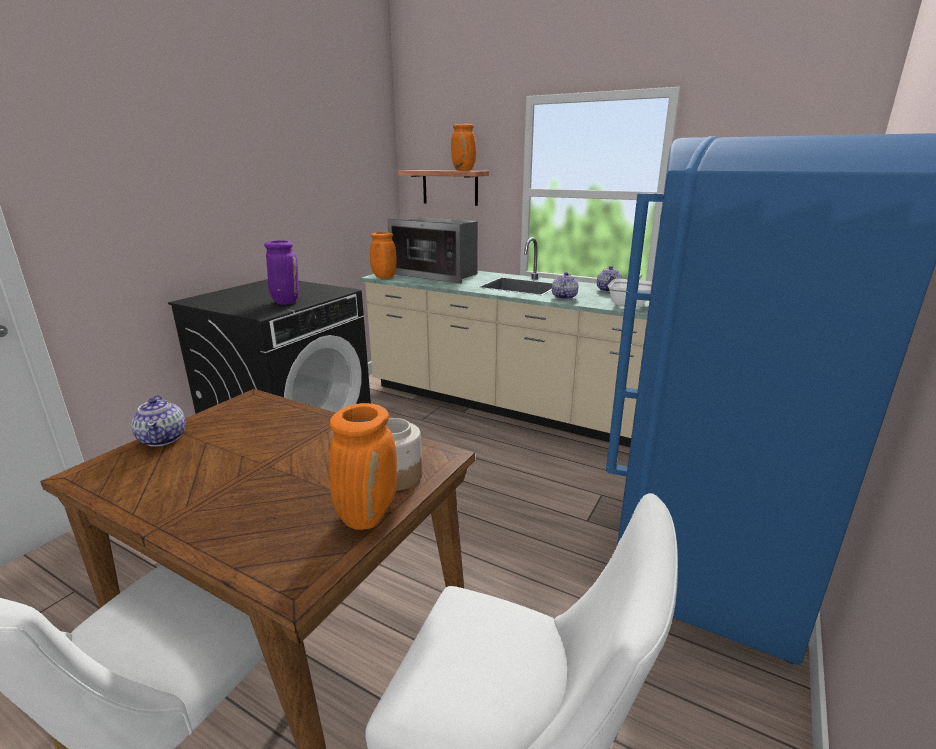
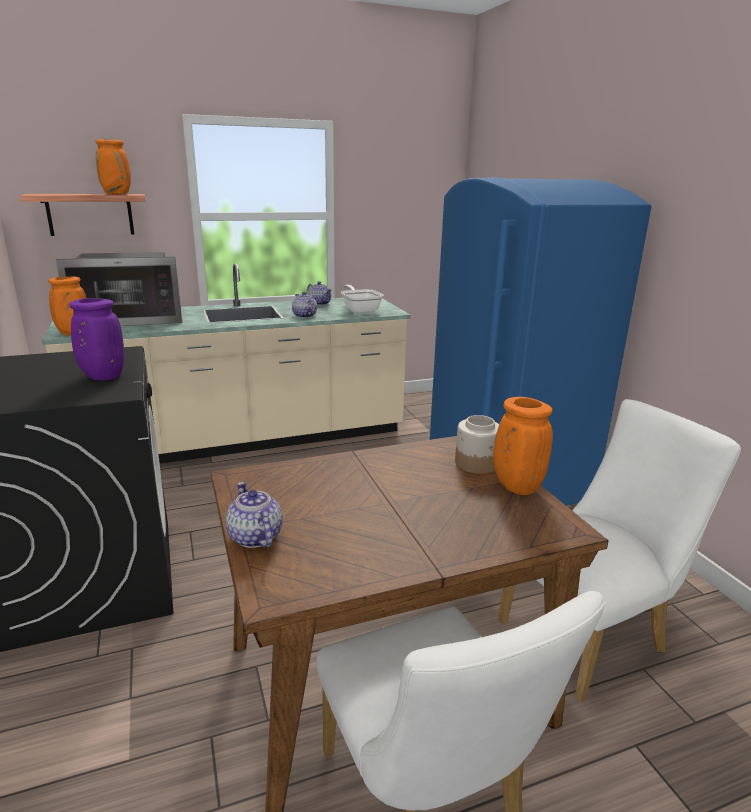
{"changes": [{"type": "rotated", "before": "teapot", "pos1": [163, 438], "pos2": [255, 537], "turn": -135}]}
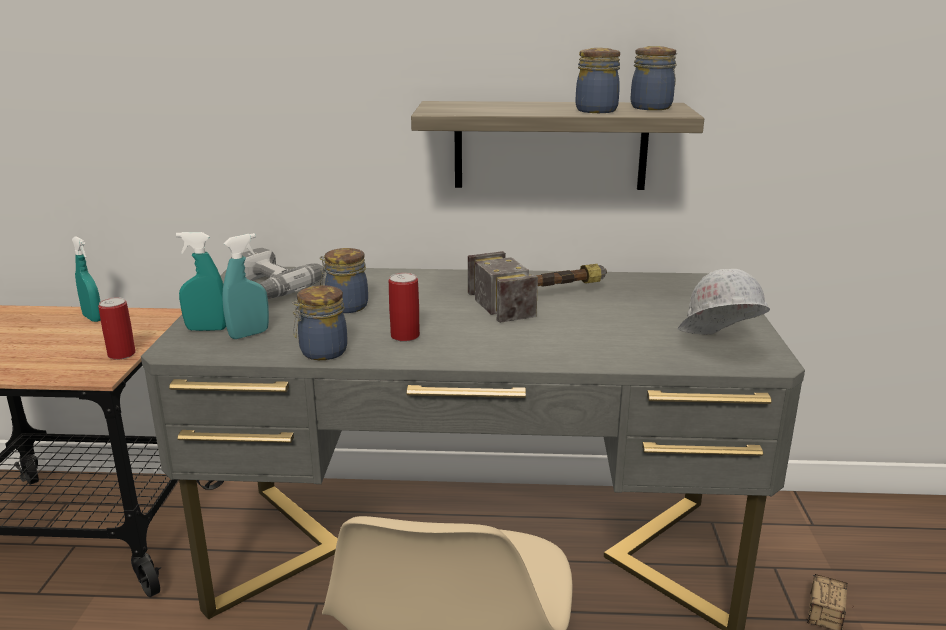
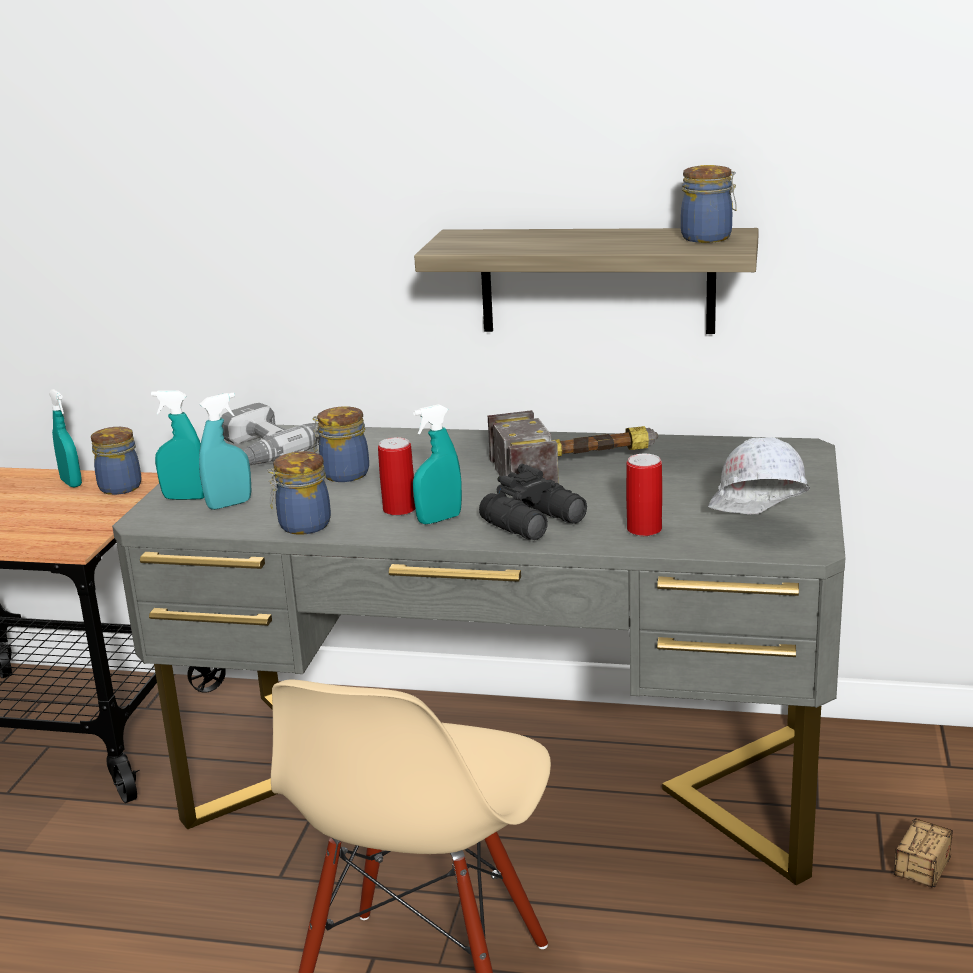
{"changes": [{"type": "new", "after": "blue-green spray bottle", "pos2": [439, 519]}, {"type": "new", "after": "blackish binoculars", "pos2": [536, 522]}, {"type": "shifted", "before": "can", "pos1": [121, 354], "pos2": [644, 529]}, {"type": "shifted", "before": "storage jar", "pos1": [595, 110], "pos2": [120, 486]}]}
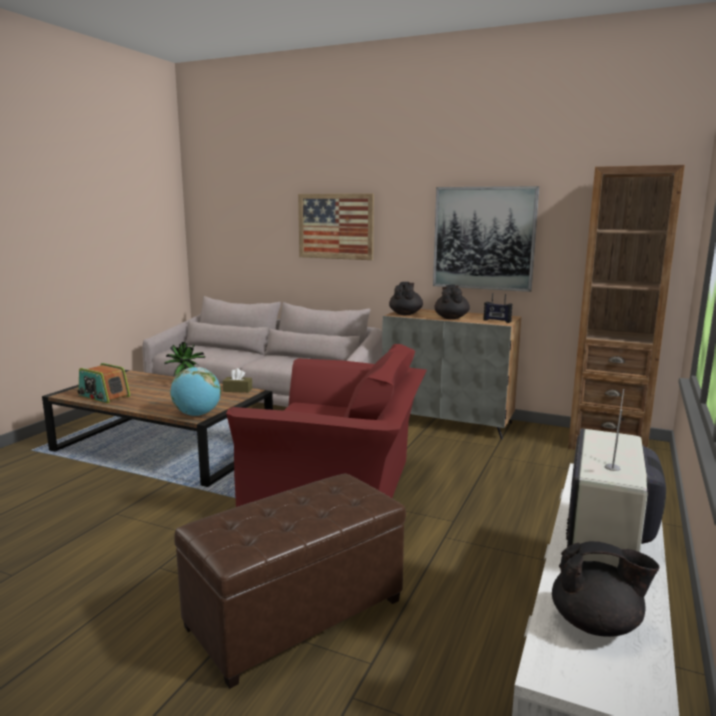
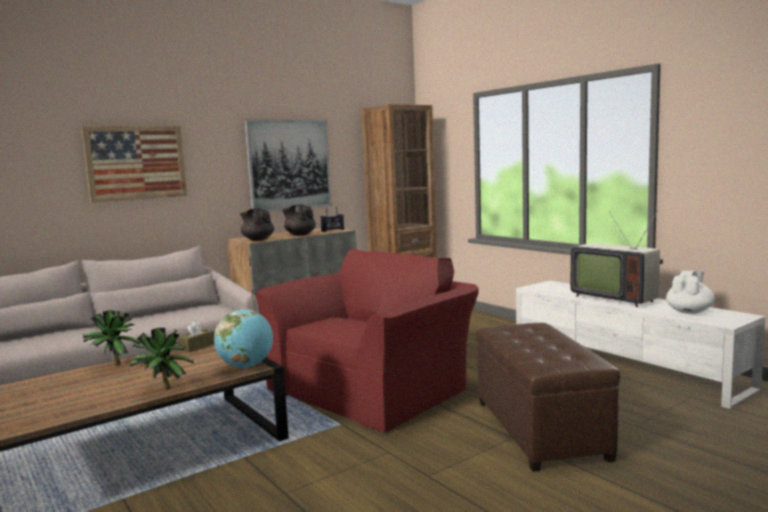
{"changes": [{"type": "gone", "before": "radio", "pos1": [104, 396]}, {"type": "new", "after": "plant in a pot", "pos2": [162, 390]}, {"type": "repainted", "before": "blackish teapot", "after": "whitish teapot", "pos1": [596, 624], "pos2": [689, 312]}]}
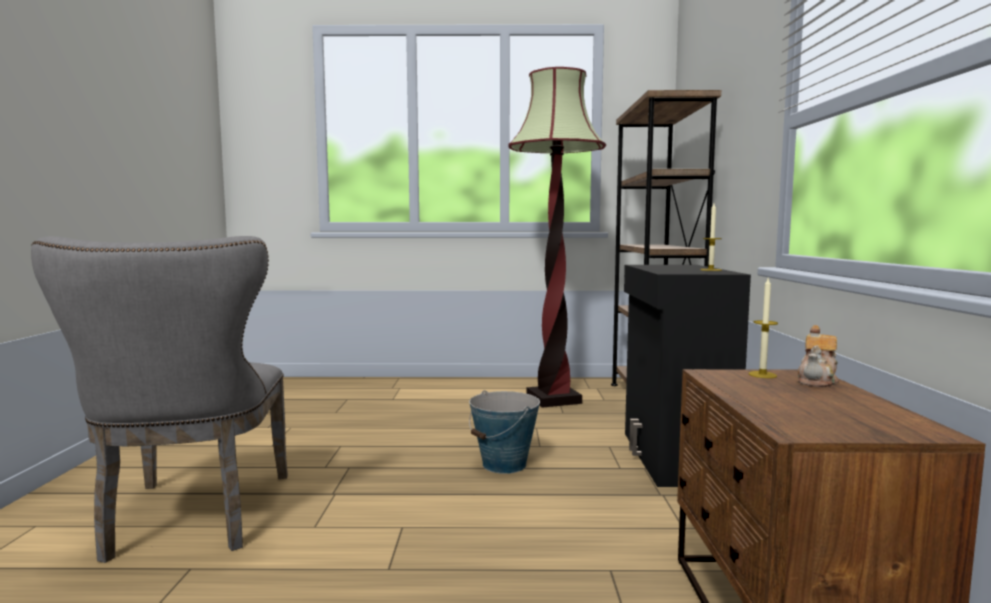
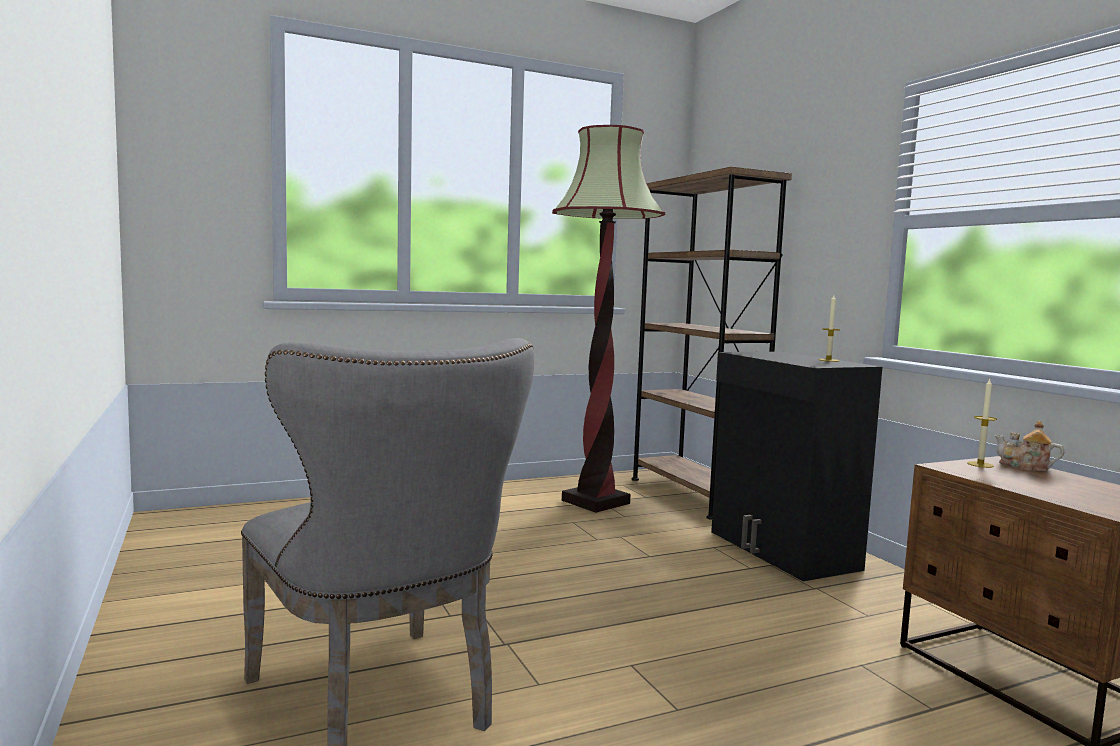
{"changes": [{"type": "gone", "before": "pail", "pos1": [504, 464]}, {"type": "rotated", "before": "teapot", "pos1": [817, 381], "pos2": [1025, 467], "turn": 120}]}
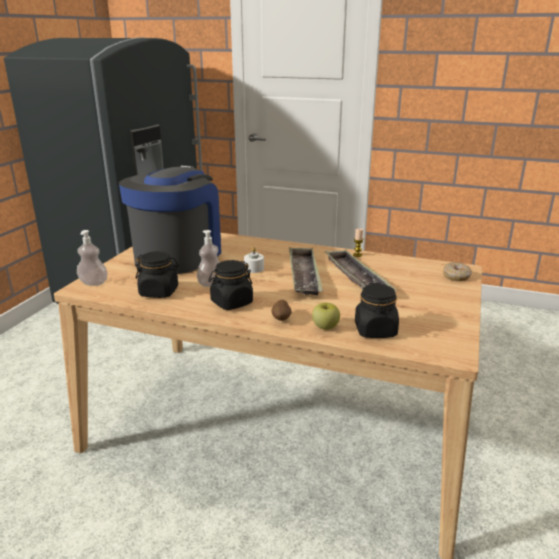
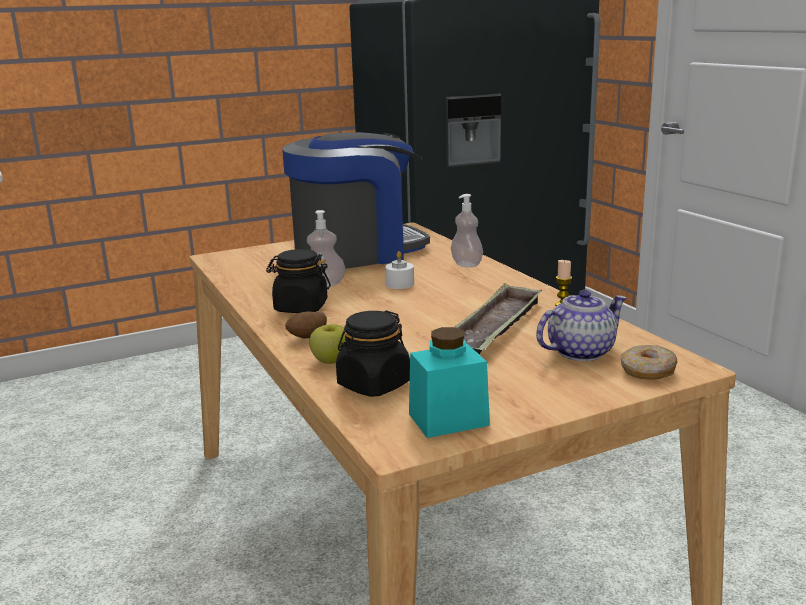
{"changes": [{"type": "gone", "before": "blackish storage jar", "pos1": [159, 292]}, {"type": "gone", "before": "serving tray", "pos1": [304, 275]}, {"type": "new", "after": "blue-green storage jar", "pos2": [448, 419]}, {"type": "new", "after": "teapot", "pos2": [580, 352]}, {"type": "shifted", "before": "soap dispenser", "pos1": [93, 283], "pos2": [466, 264]}]}
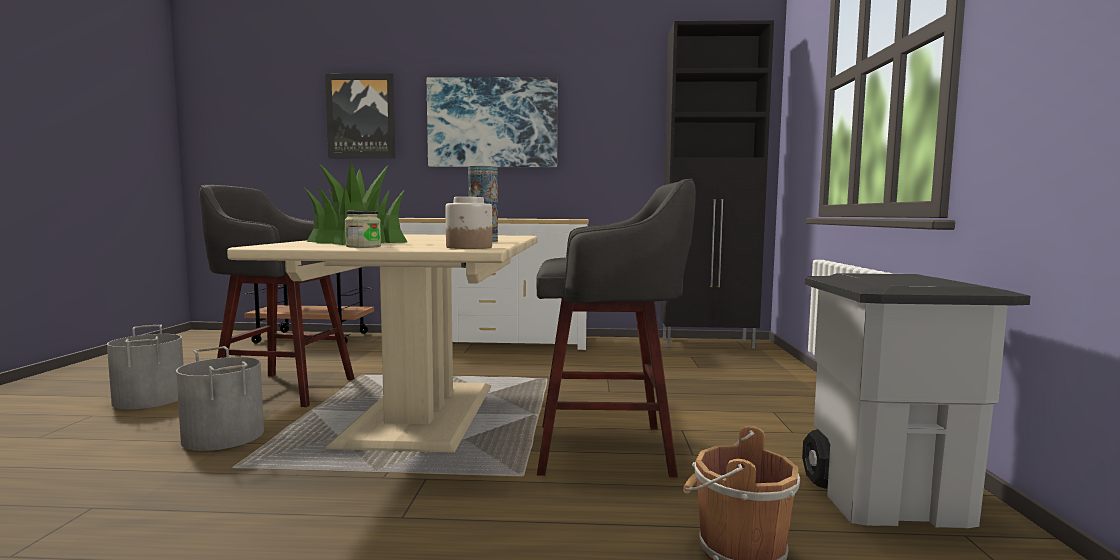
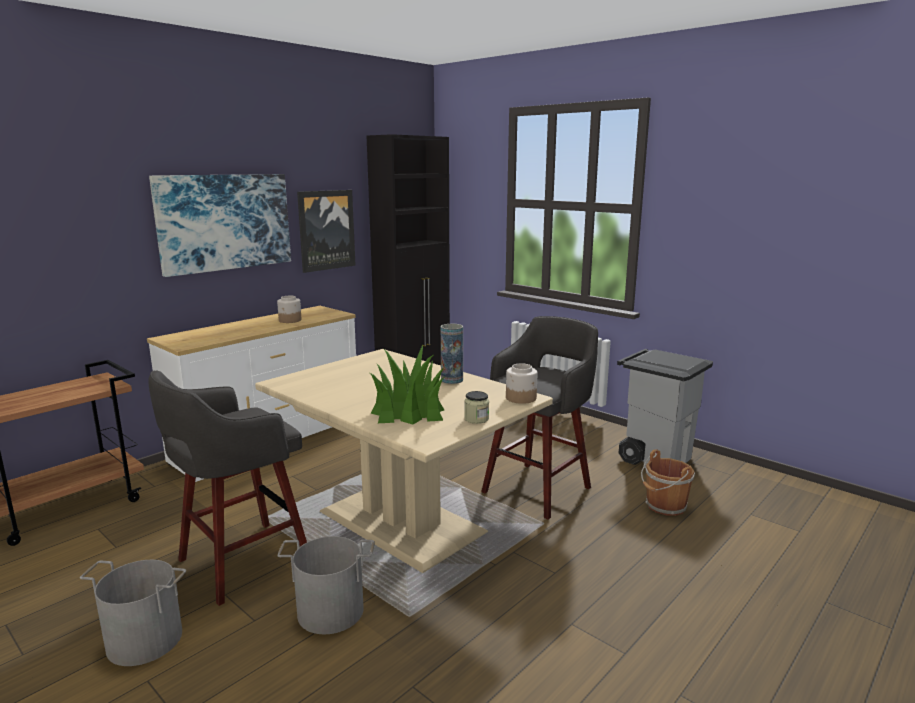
{"changes": [{"type": "new", "after": "storage jar", "pos2": [290, 320]}, {"type": "shifted", "before": "wall picture", "pos1": [361, 116], "pos2": [326, 230]}]}
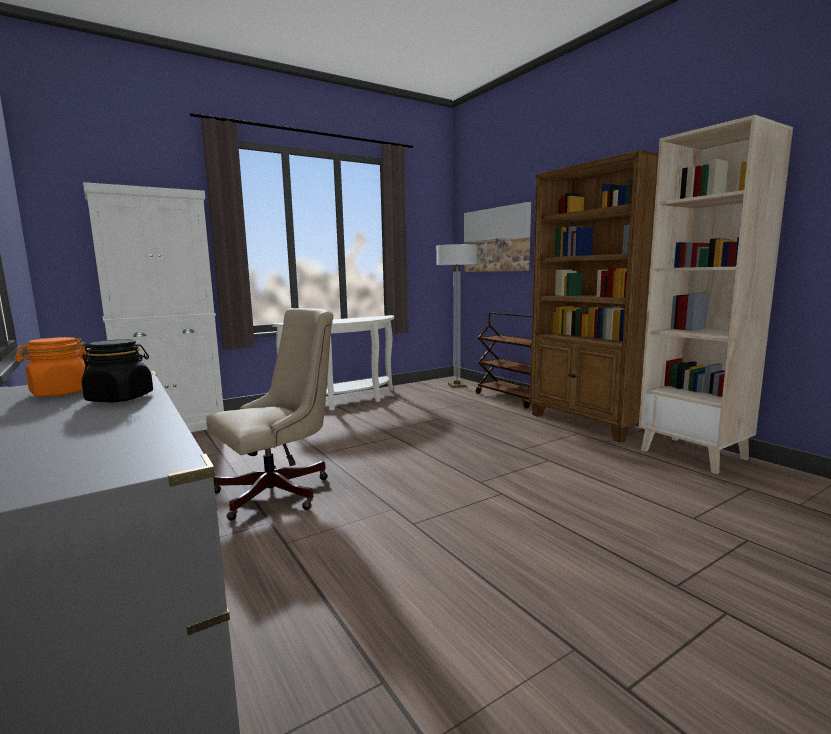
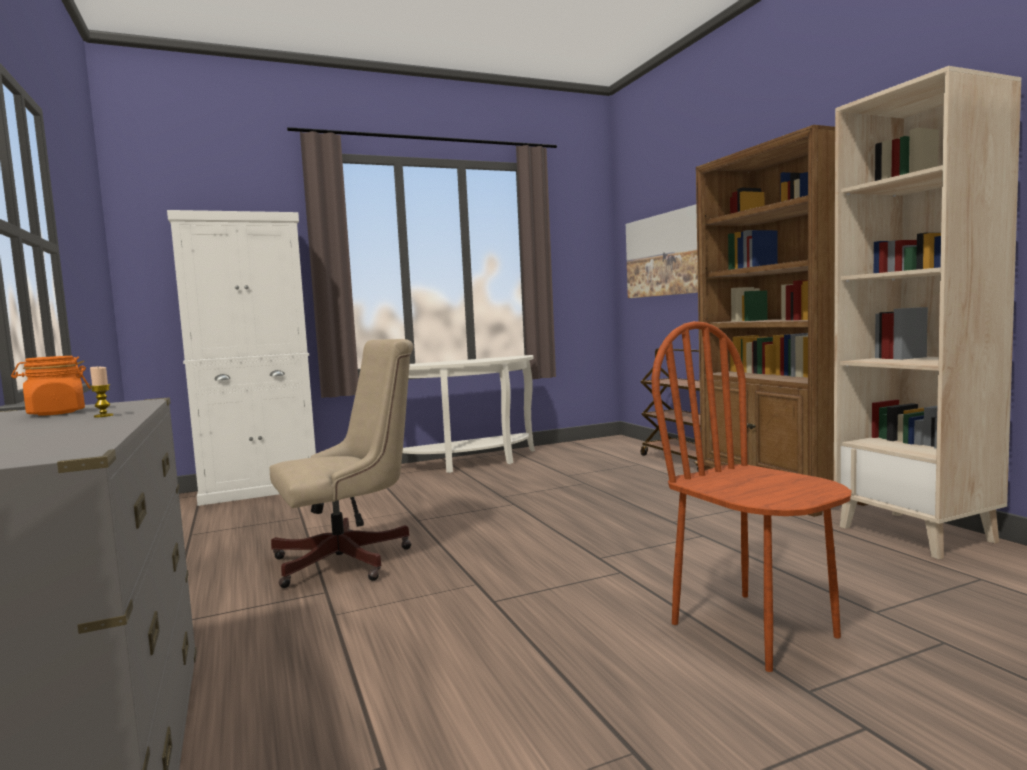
{"changes": [{"type": "gone", "before": "floor lamp", "pos1": [456, 385]}, {"type": "new", "after": "brownish upright chair", "pos2": [754, 629]}, {"type": "swapped", "before": "blackish storage jar", "after": "wax candle", "pos1": [121, 398], "pos2": [103, 416]}]}
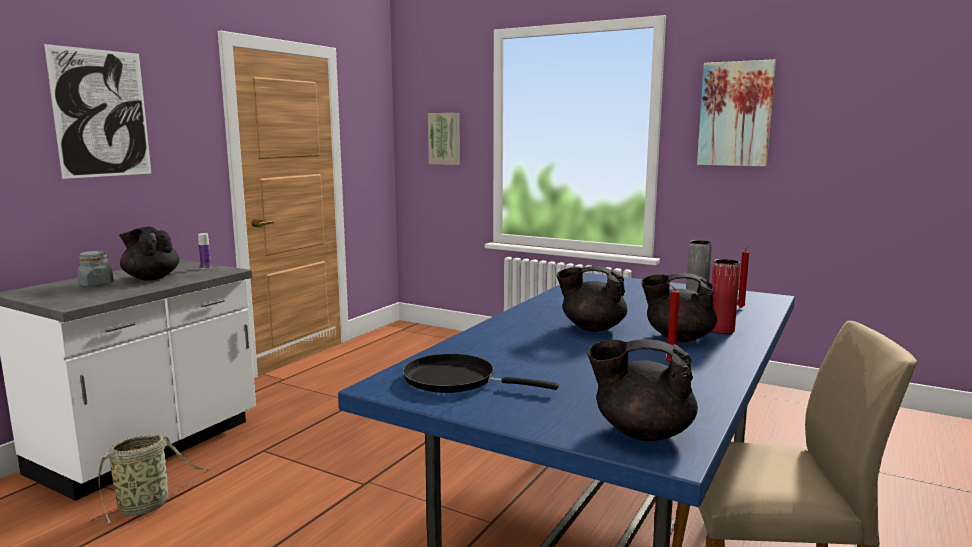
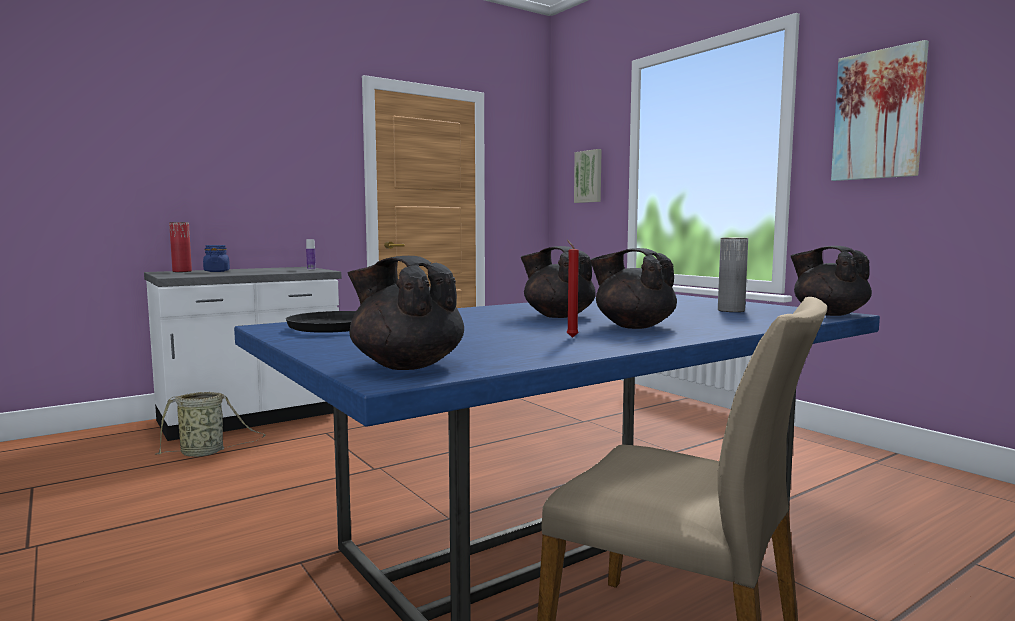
{"changes": [{"type": "gone", "before": "wall picture", "pos1": [101, 113]}, {"type": "gone", "before": "red-coloured wax candle", "pos1": [741, 307]}, {"type": "shifted", "before": "blackish teapot", "pos1": [151, 278], "pos2": [828, 314]}, {"type": "shifted", "before": "red-coloured vase", "pos1": [721, 330], "pos2": [182, 271]}, {"type": "repainted", "before": "grey storage jar", "after": "blue storage jar", "pos1": [96, 284], "pos2": [217, 271]}]}
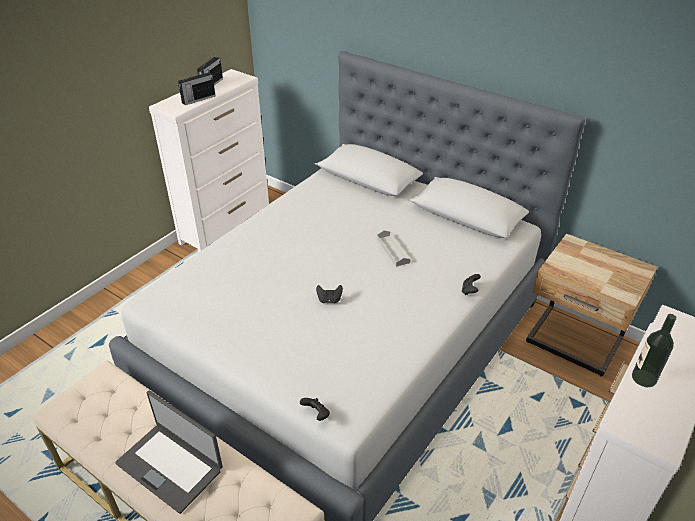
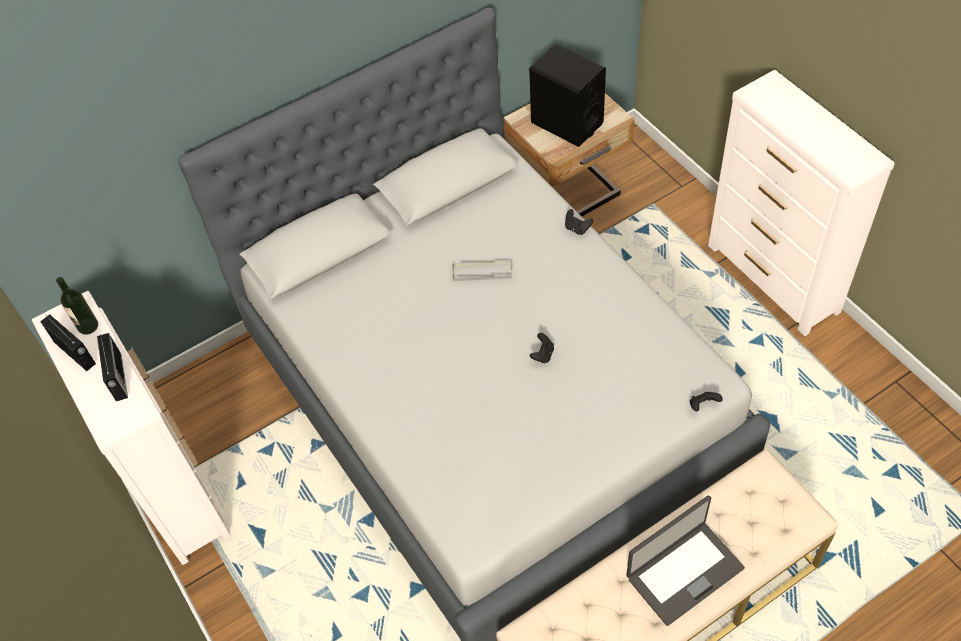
{"changes": [{"type": "new", "after": "blackish loudspeaker", "pos2": [566, 123]}, {"type": "shifted", "before": "bottle", "pos1": [643, 378], "pos2": [88, 326]}]}
